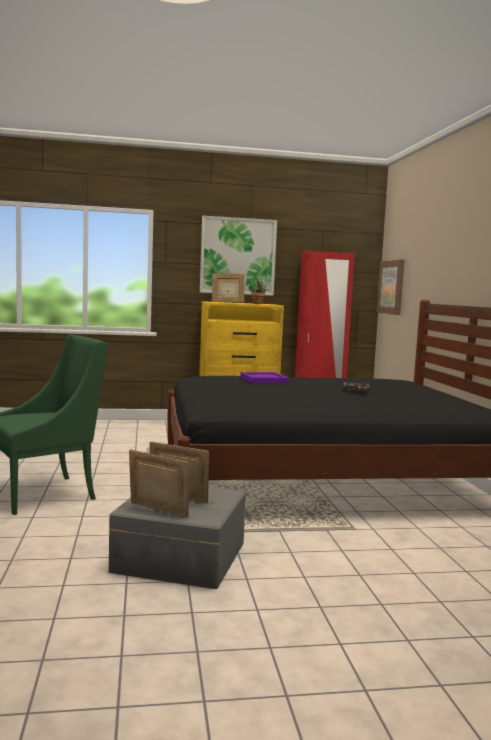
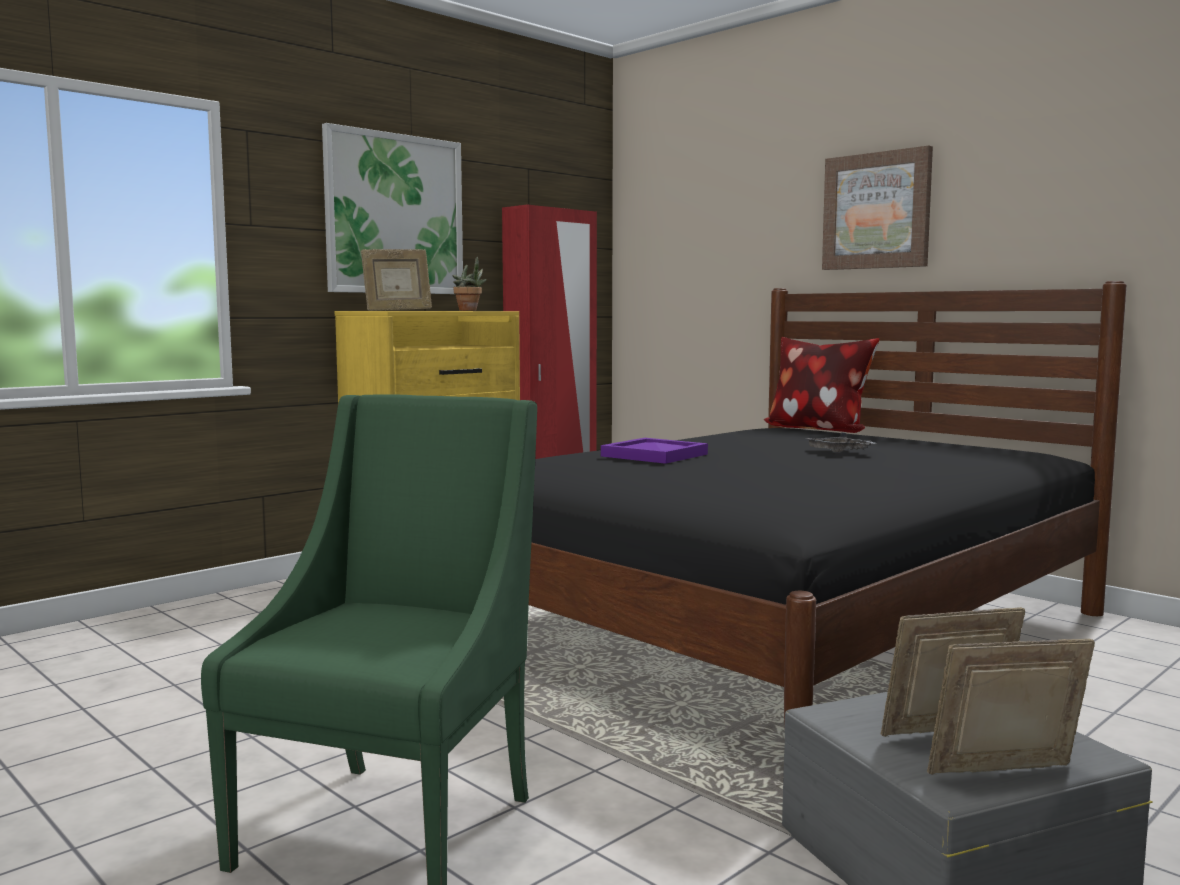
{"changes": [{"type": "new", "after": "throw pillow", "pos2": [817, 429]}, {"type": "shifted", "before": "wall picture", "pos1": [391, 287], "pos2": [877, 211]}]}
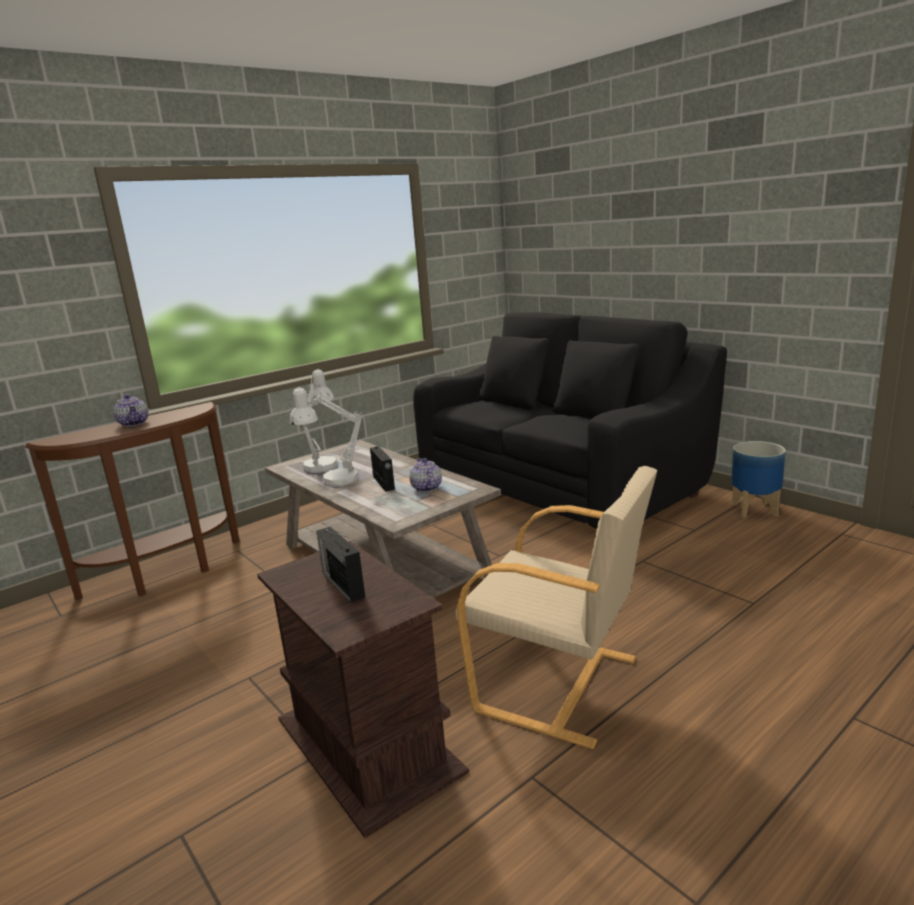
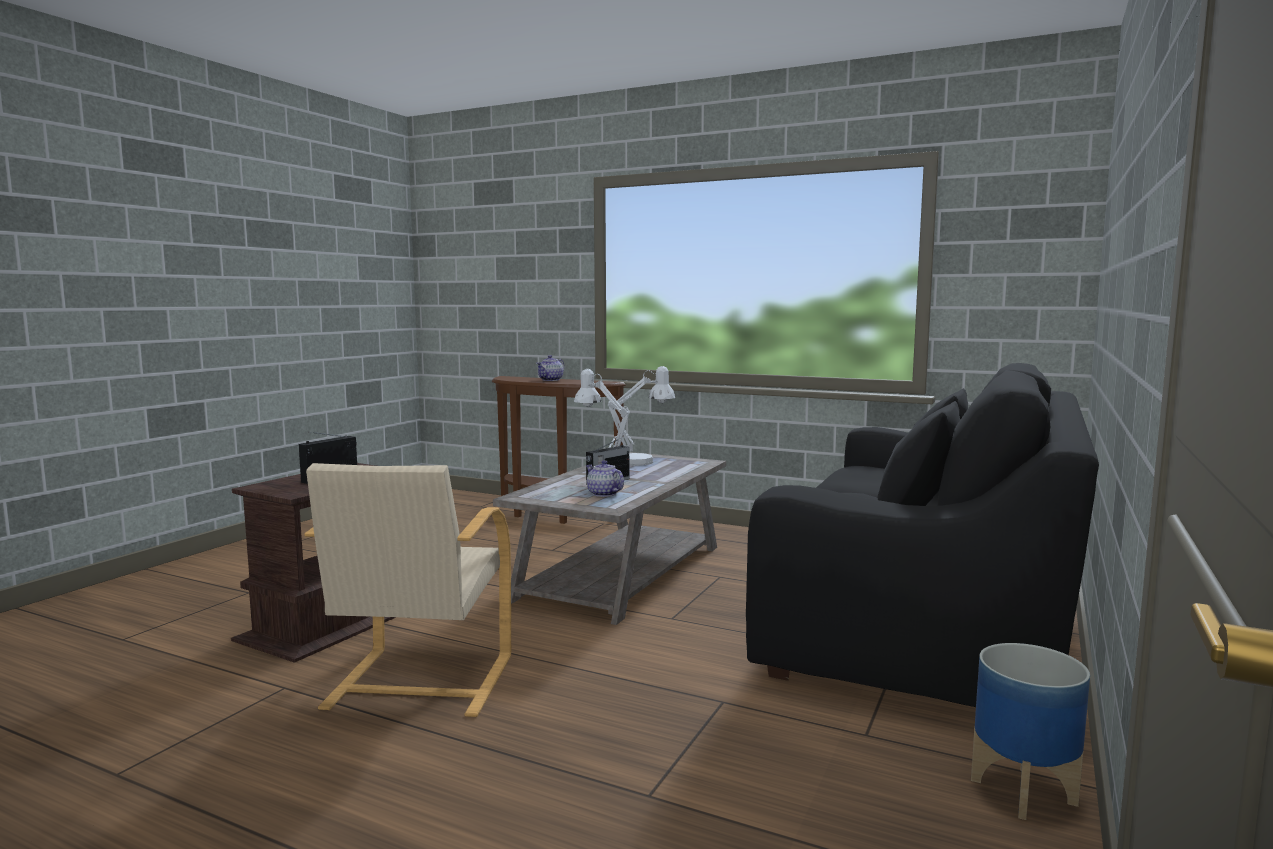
{"changes": [{"type": "rotated", "before": "teapot", "pos1": [426, 488], "pos2": [603, 494], "turn": -90}]}
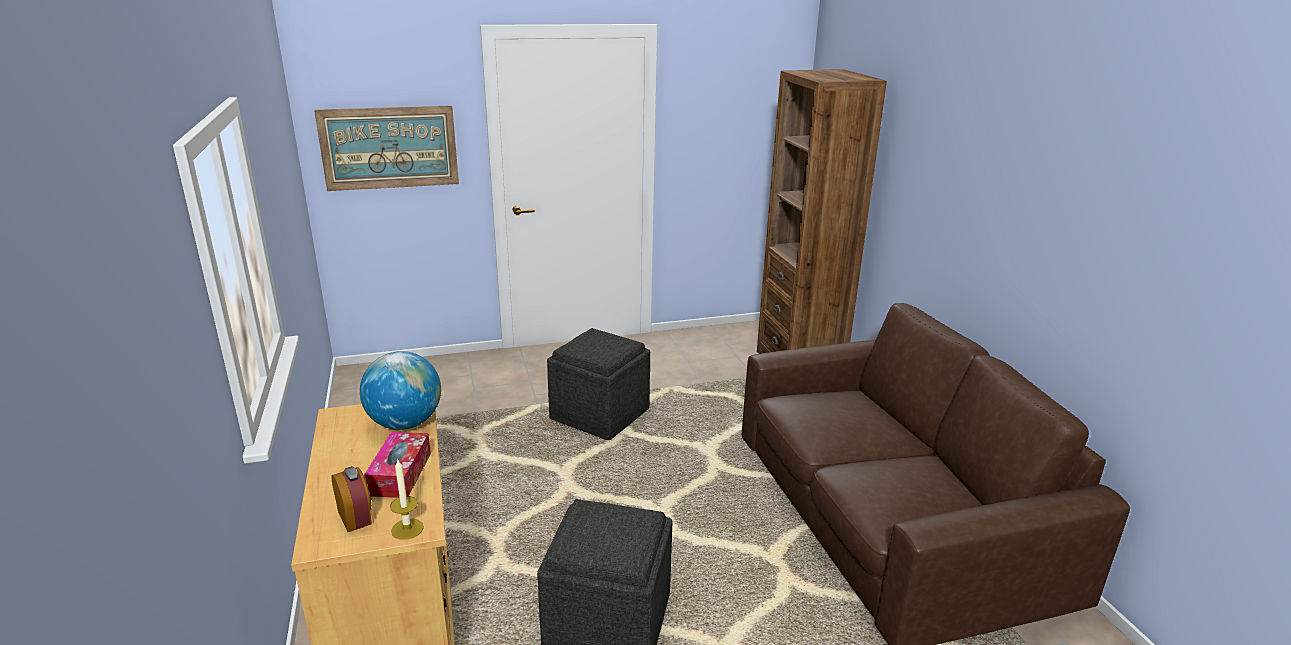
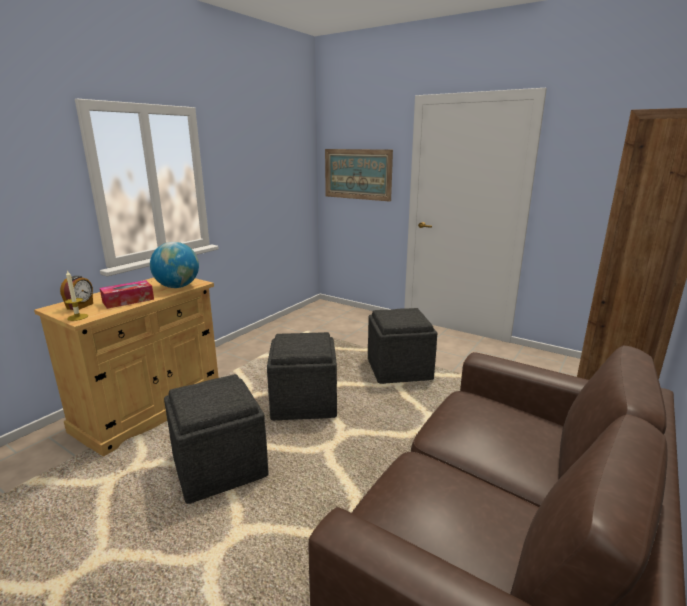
{"changes": [{"type": "new", "after": "grey ottoman", "pos2": [304, 401]}]}
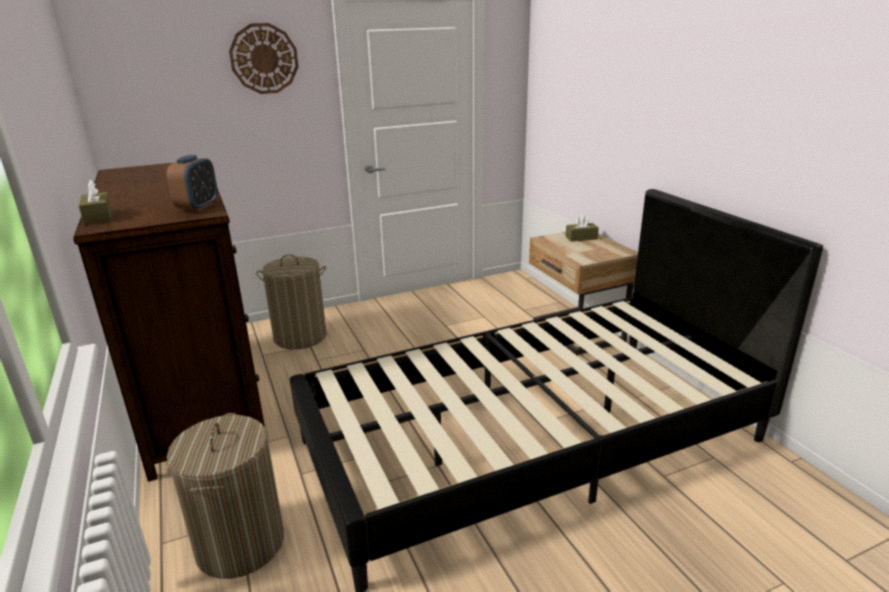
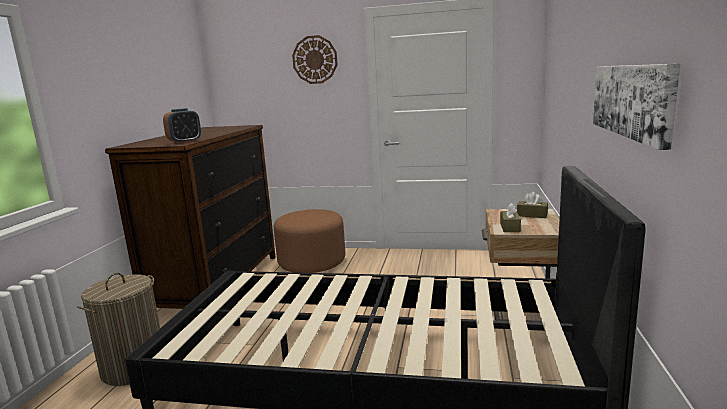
{"changes": [{"type": "new", "after": "wall picture", "pos2": [632, 100]}, {"type": "shifted", "before": "brownish box of tissues", "pos1": [98, 217], "pos2": [510, 227]}, {"type": "swapped", "before": "laundry basket", "after": "brownish ottoman", "pos1": [300, 337], "pos2": [312, 262]}]}
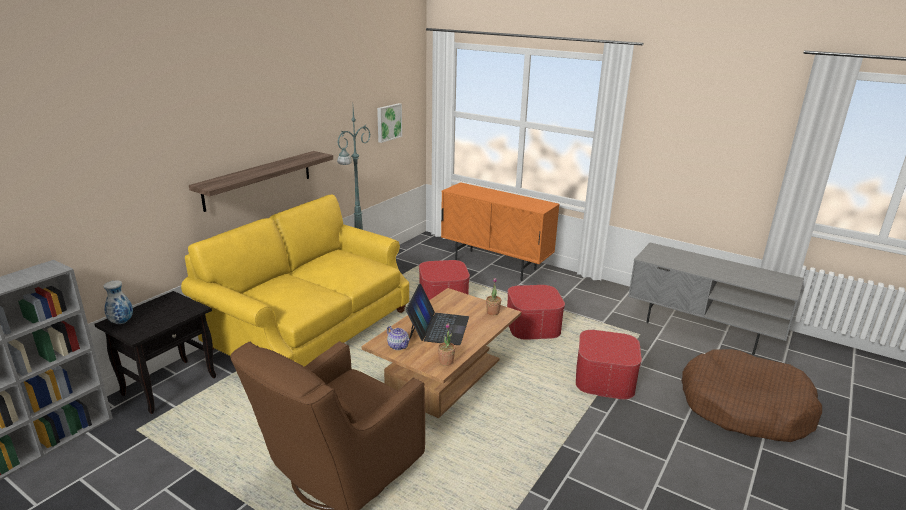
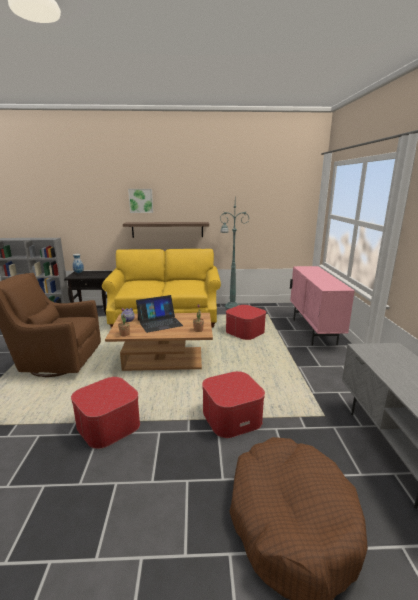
{"changes": [{"type": "shifted", "before": "wall picture", "pos1": [388, 122], "pos2": [141, 200]}, {"type": "shifted", "before": "ottoman", "pos1": [533, 326], "pos2": [108, 425]}, {"type": "repainted", "before": "orange-coloured storage cabinet", "after": "pink storage cabinet", "pos1": [495, 265], "pos2": [313, 331]}]}
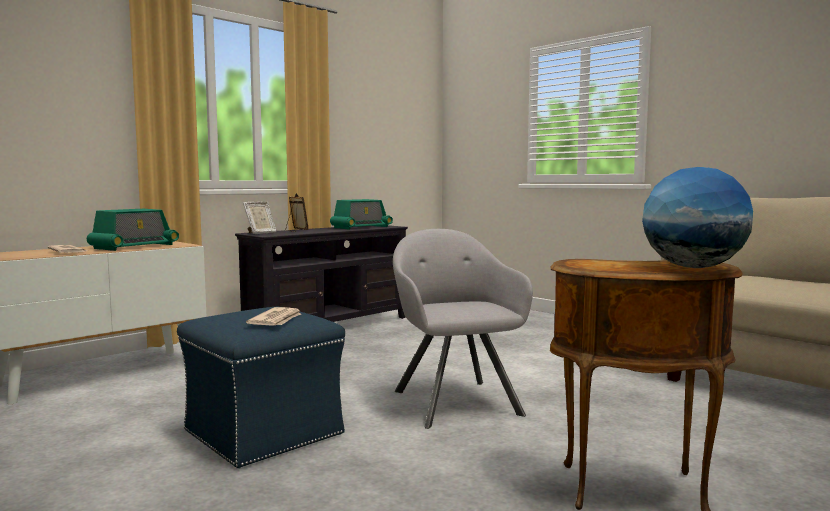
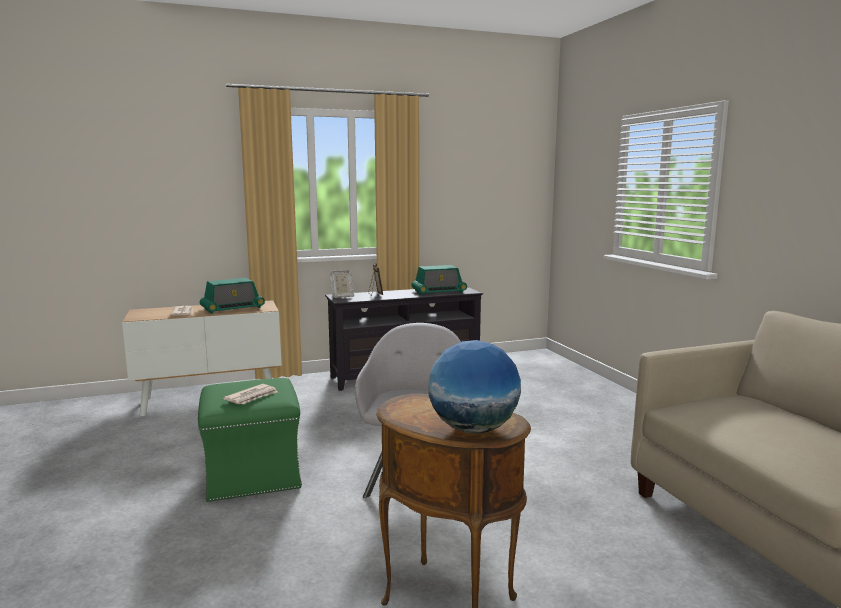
{"changes": [{"type": "repainted", "before": "blue ottoman", "after": "green ottoman", "pos1": [262, 432], "pos2": [253, 474]}]}
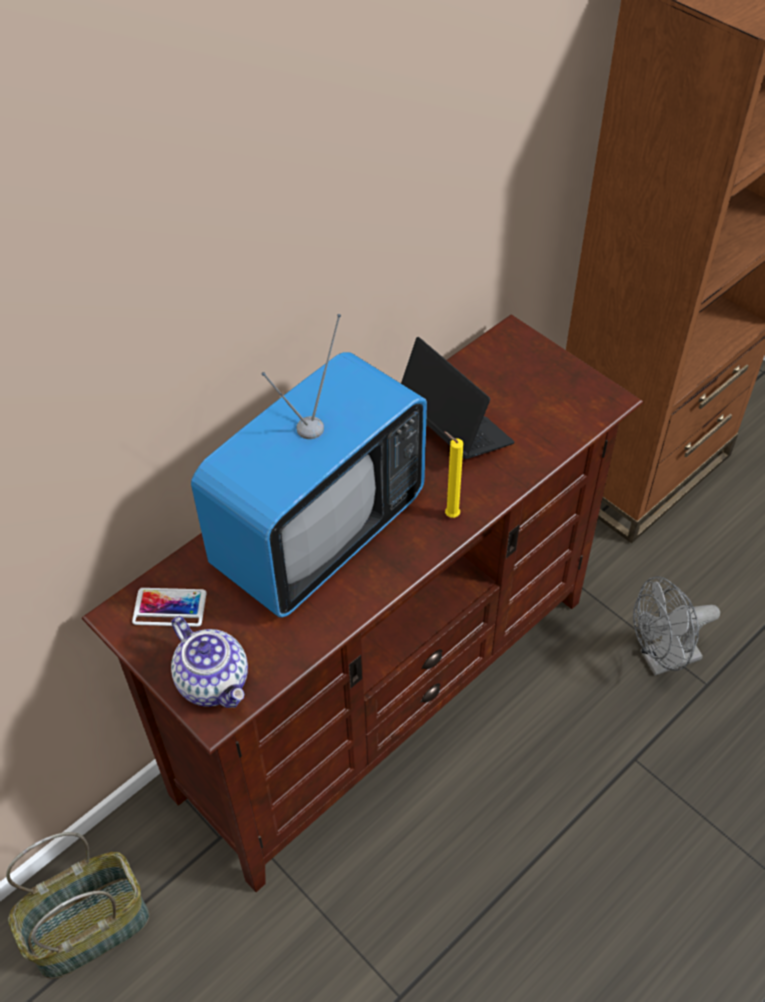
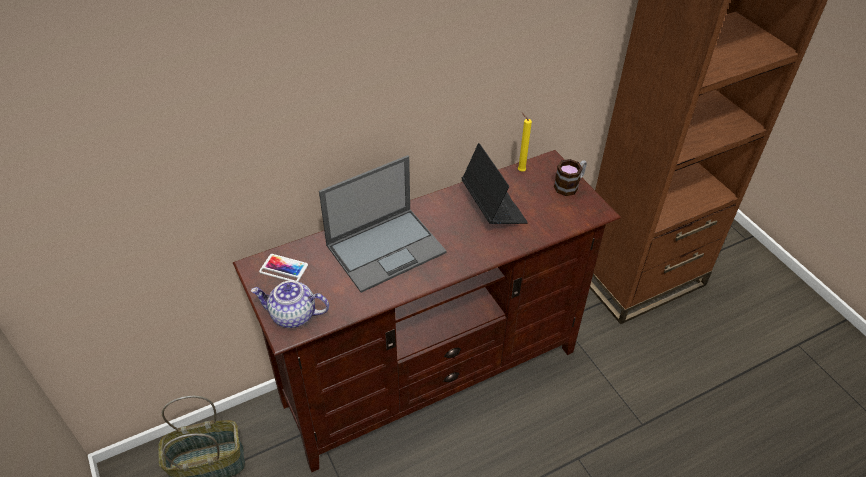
{"changes": [{"type": "gone", "before": "grey cooling fan", "pos1": [662, 659]}, {"type": "new", "after": "mug", "pos2": [570, 185]}, {"type": "shifted", "before": "yellow wax candle", "pos1": [449, 515], "pos2": [520, 170]}, {"type": "swapped", "before": "TV", "after": "portable computer", "pos1": [319, 534], "pos2": [387, 248]}, {"type": "rotated", "before": "teapot", "pos1": [214, 682], "pos2": [292, 315], "turn": 120}]}
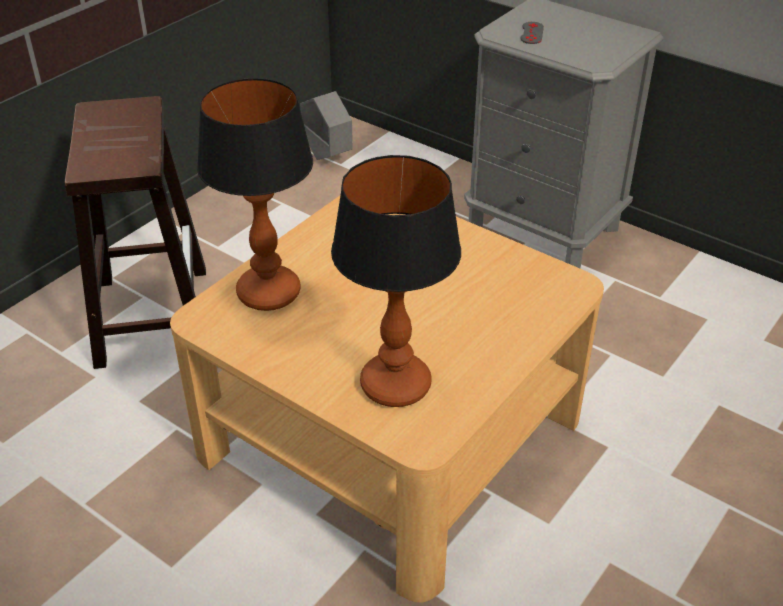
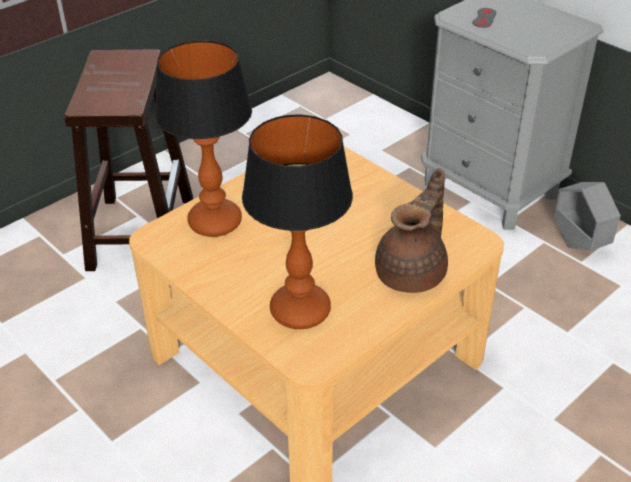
{"changes": [{"type": "new", "after": "brownish teapot", "pos2": [413, 272]}, {"type": "shifted", "before": "grey flower pot", "pos1": [327, 156], "pos2": [579, 243]}]}
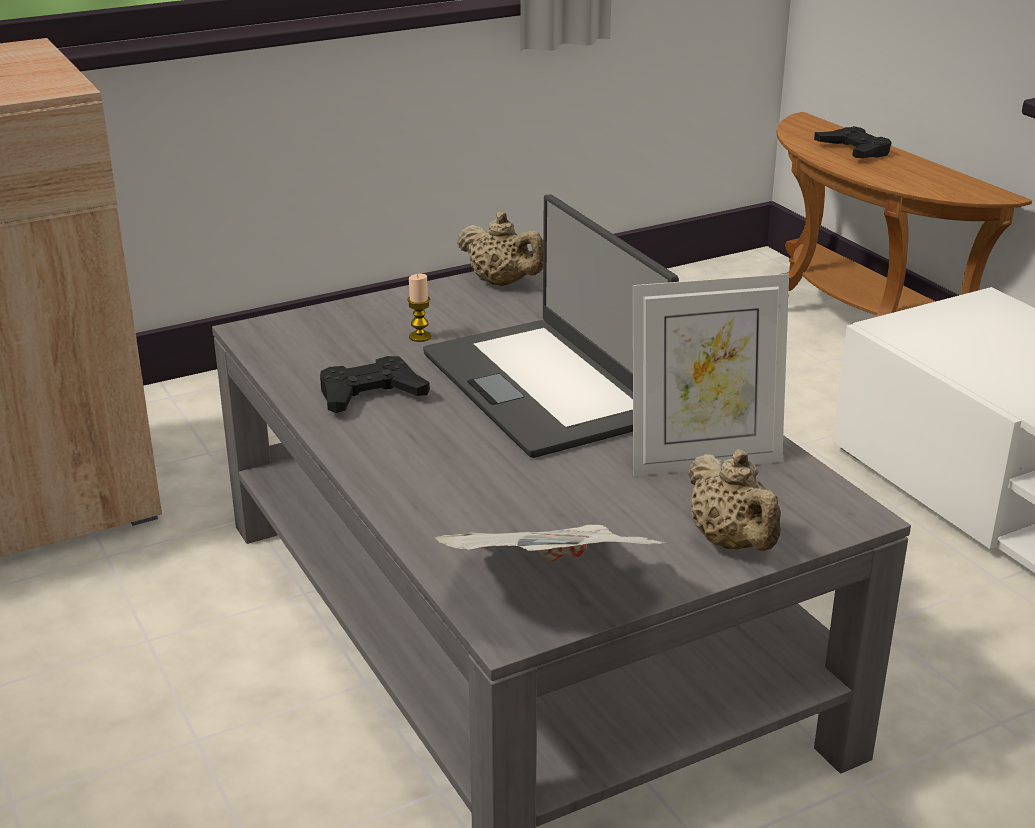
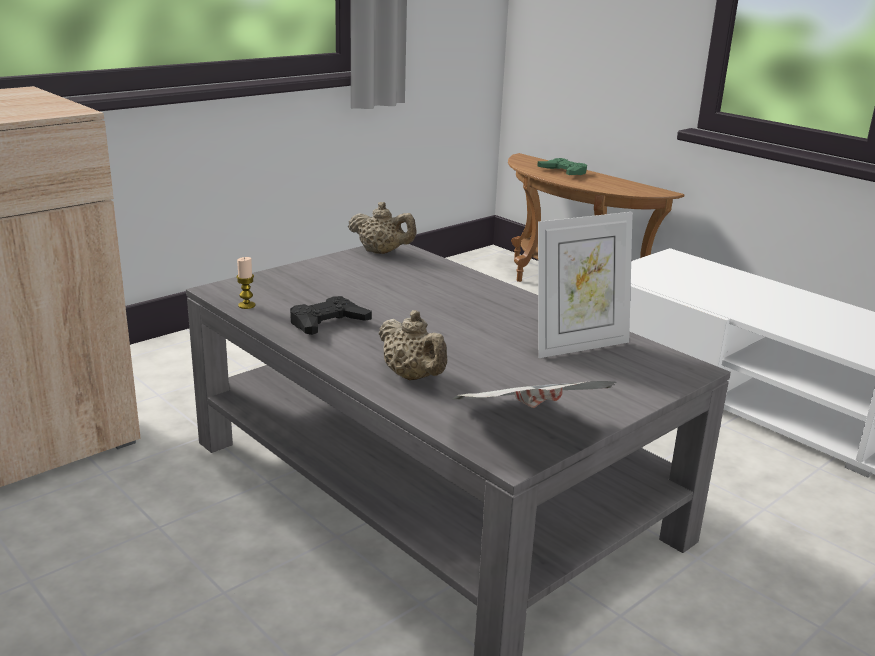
{"changes": [{"type": "gone", "before": "portable computer", "pos1": [545, 386]}, {"type": "shifted", "before": "wax candle", "pos1": [420, 337], "pos2": [246, 305]}, {"type": "shifted", "before": "beige-coloured teapot", "pos1": [732, 542], "pos2": [413, 377]}, {"type": "repainted", "before": "blackish gamepad", "after": "green gamepad", "pos1": [854, 150], "pos2": [563, 172]}]}
